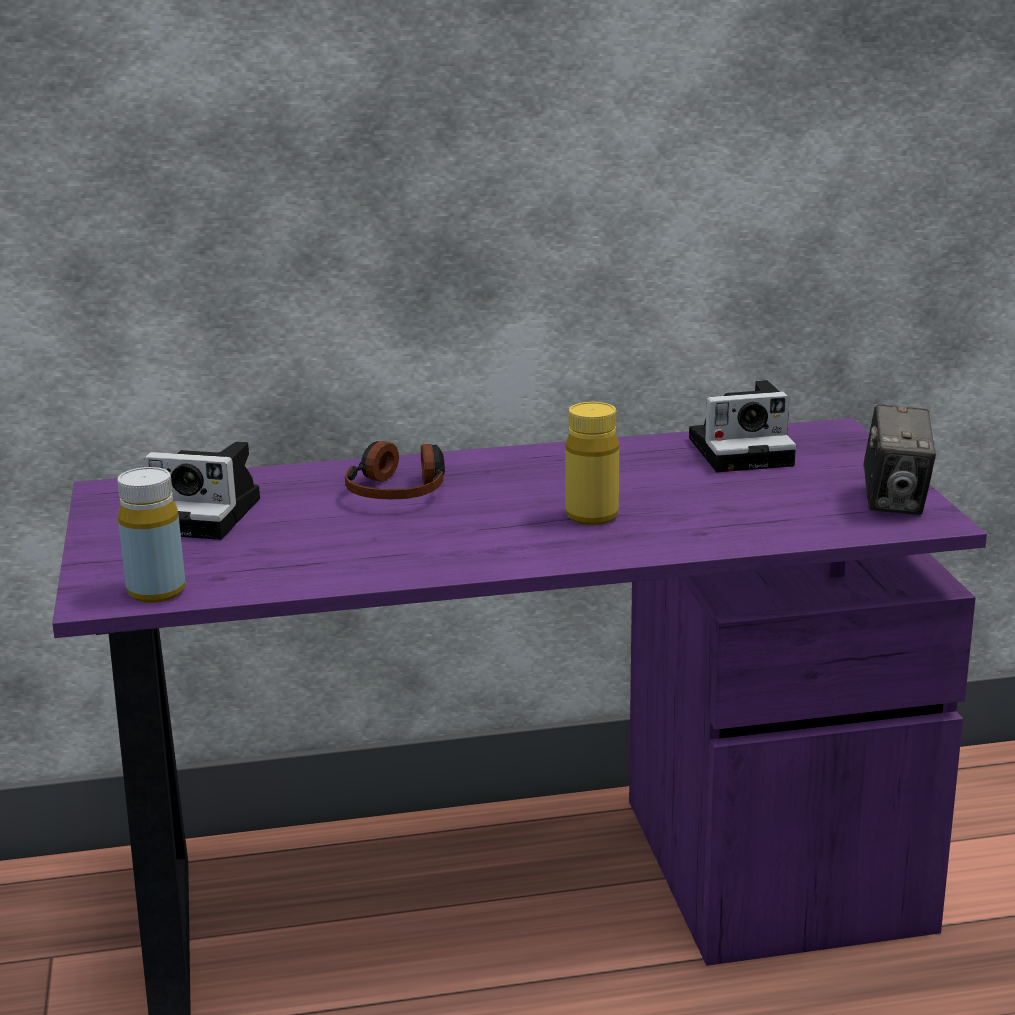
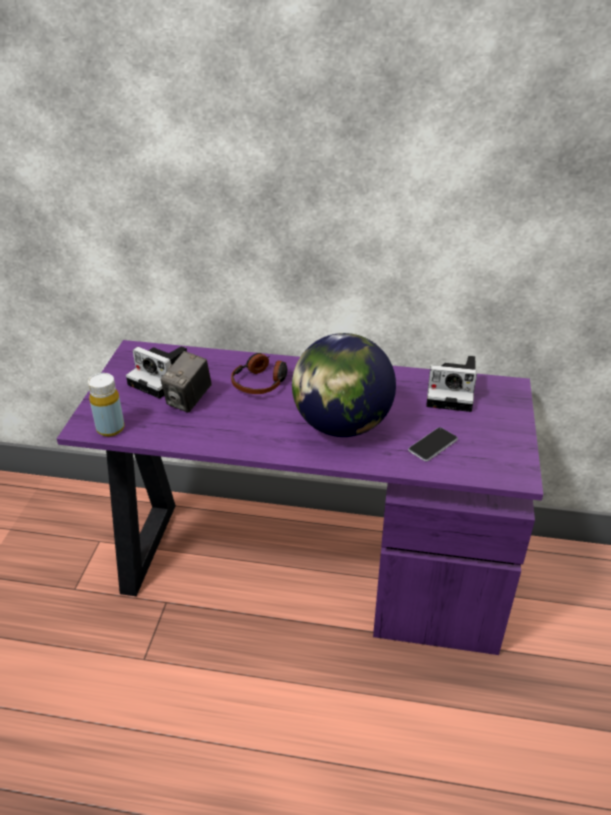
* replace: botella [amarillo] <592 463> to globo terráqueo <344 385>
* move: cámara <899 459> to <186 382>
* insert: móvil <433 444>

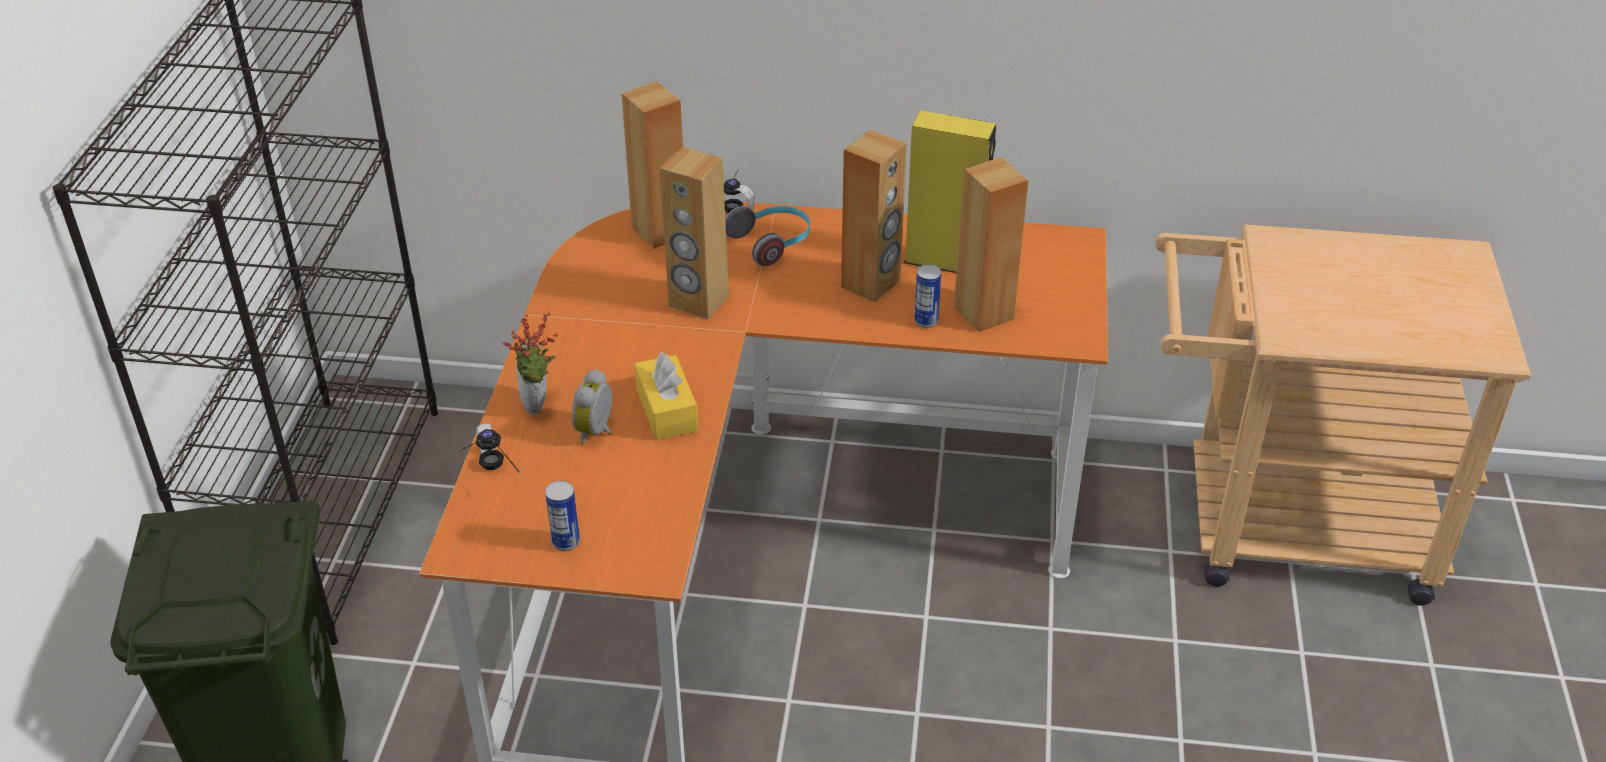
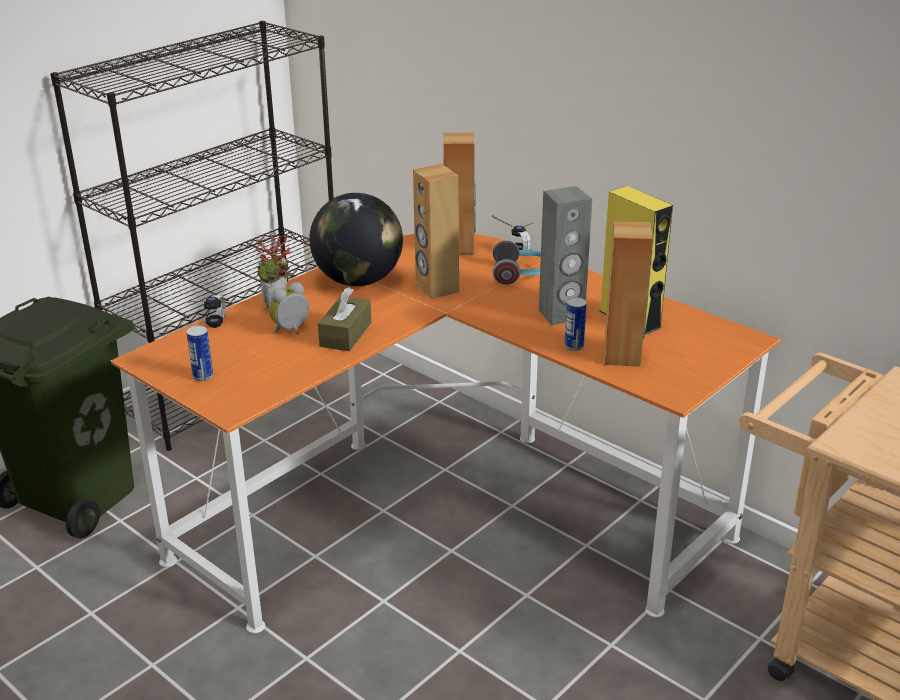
* recolor: altavoz [marrón] <874 216> to altavoz [gris] <565 255>
* recolor: caja de pañuelos [amarillo] <666 395> to caja de pañuelos [marrón] <344 319>
* insert: globo terráqueo <356 239>

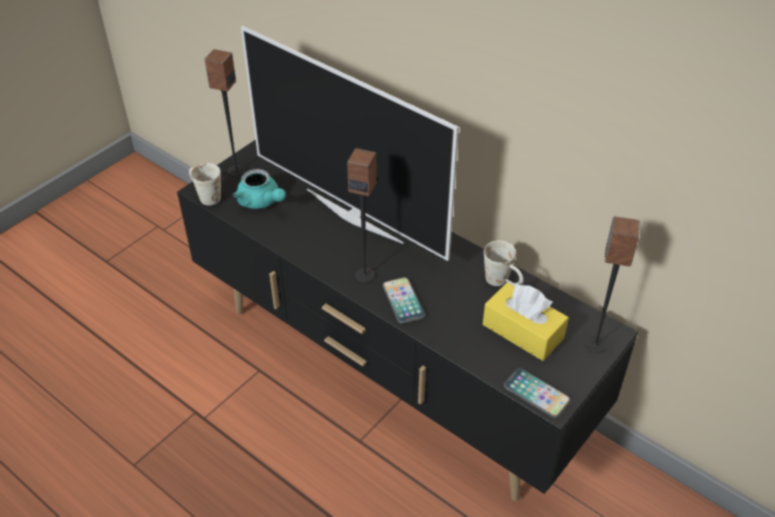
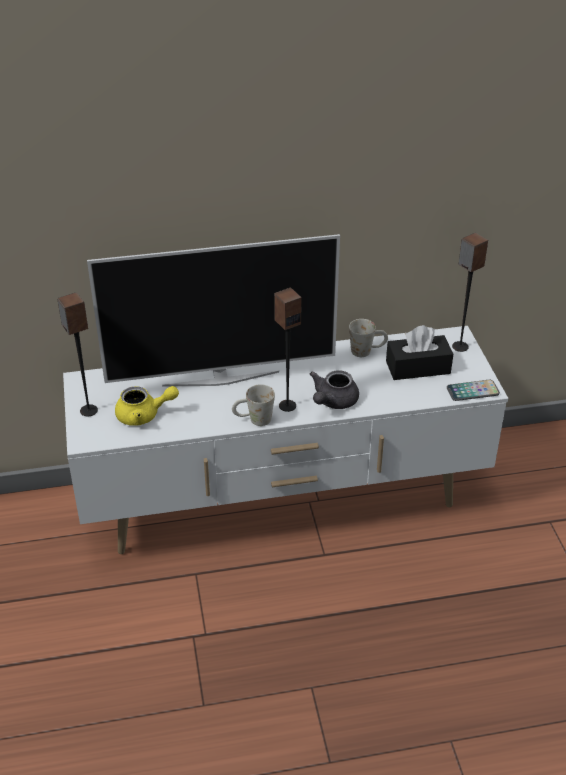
* recolor: mueble de televisión [negro] <407 320> to mueble de televisión [blanco] <285 440>
* move: taza grande [blanco] <205 184> to <253 405>
* recolor: tetera [turquesa] <259 189> to tetera [amarillo] <147 406>
* replace: móvil <403 300> to tetera [gris] <334 389>
* recolor: caja de pañuelos [amarillo] <526 322> to caja de pañuelos [negro] <419 352>

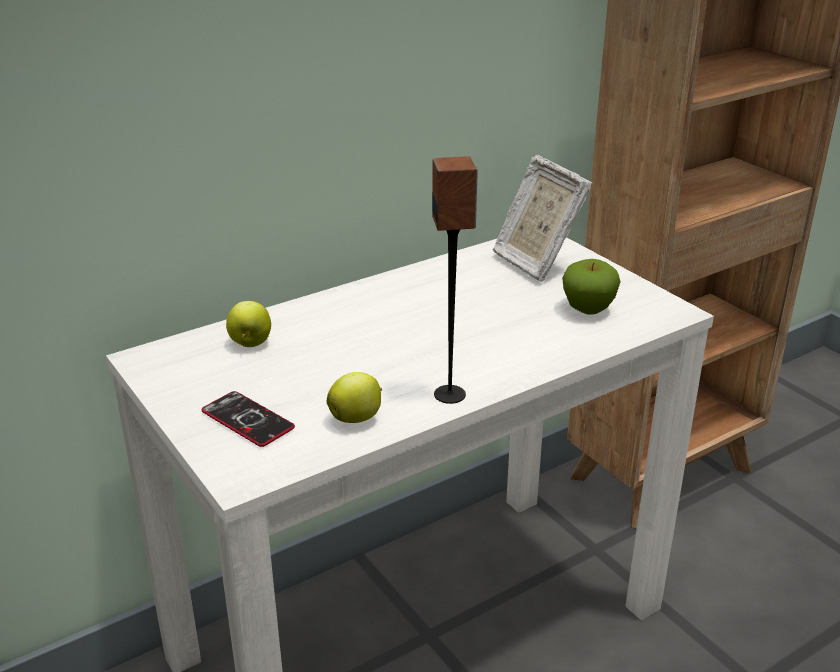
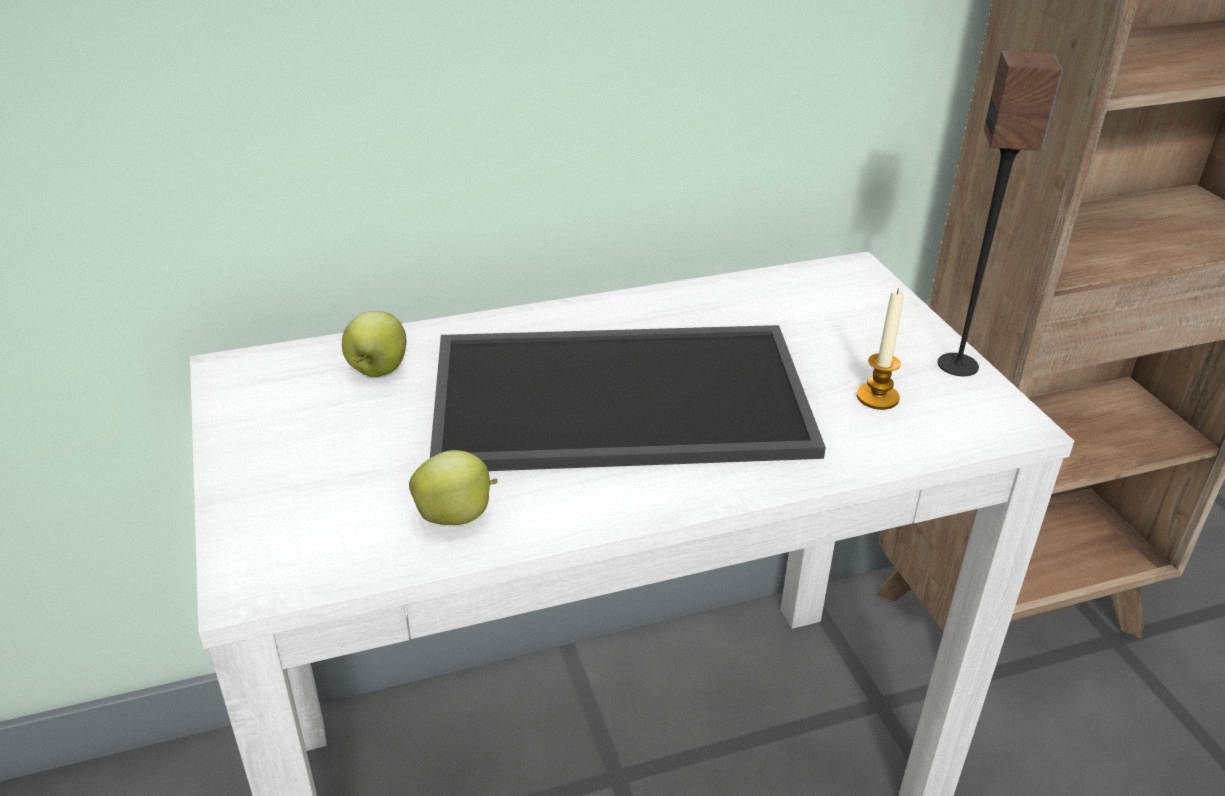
* delete: portarretratos <542 218>
* move: altavoz <455 280> to <1000 213>
* replace: manzana <591 287> to vela <880 349>
* delete: móvil <248 419>
* insert: bandeja <628 398>

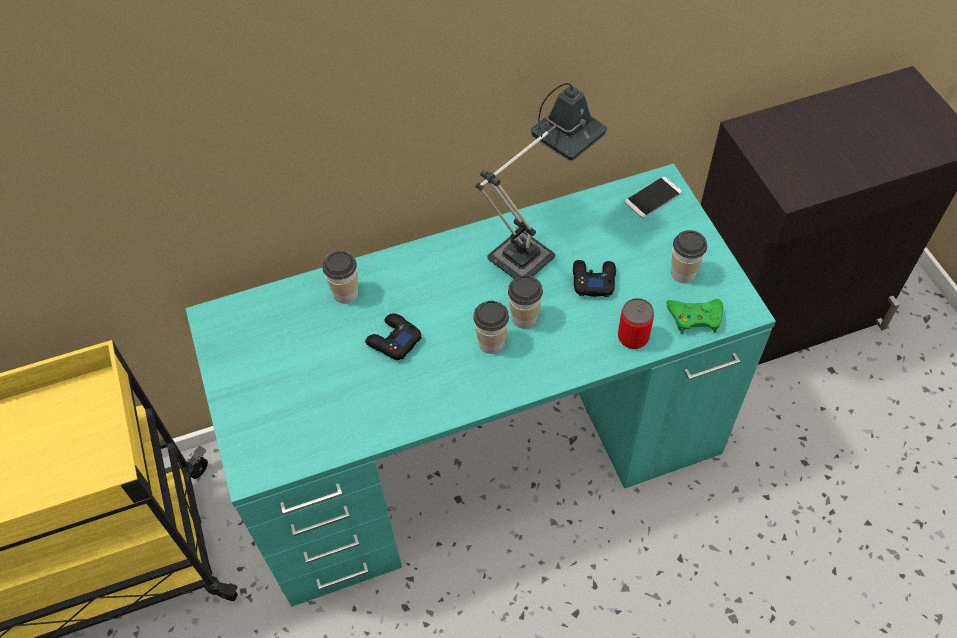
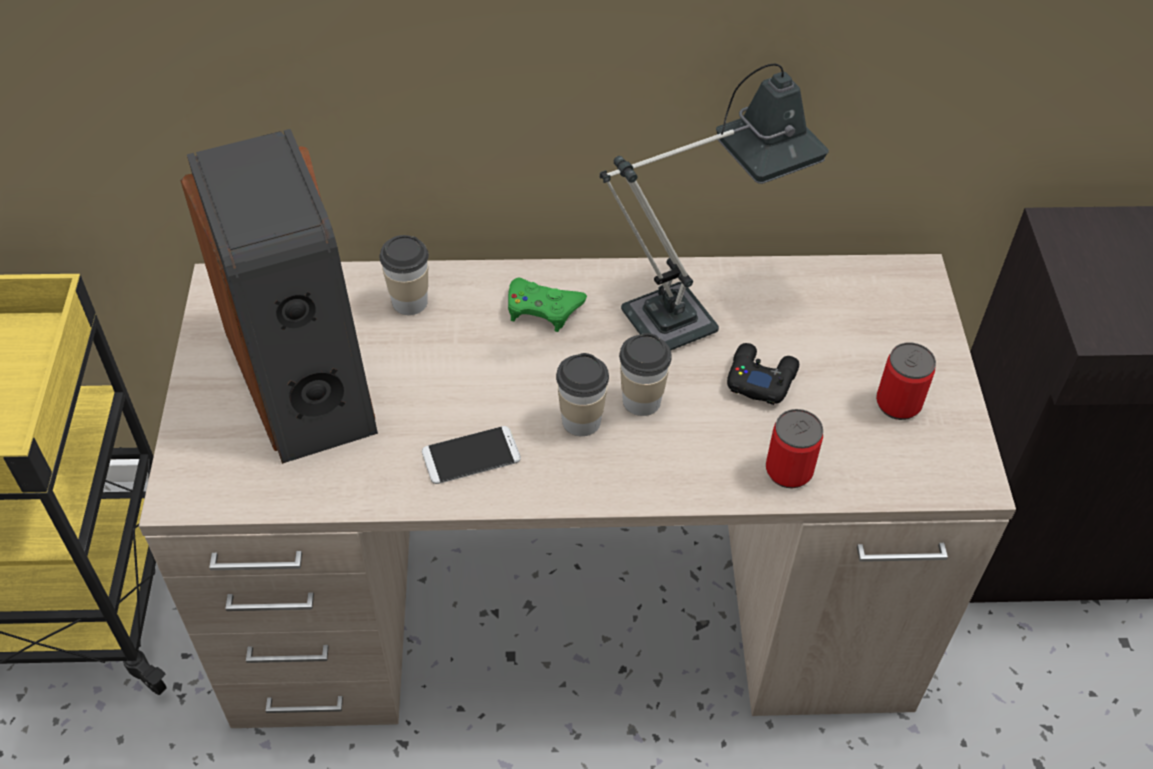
* recolor: escritorio [turquesa] <480 385> to escritorio [beis] <577 491>
* move: móvil <653 197> to <471 455>
* replace: taza <689 256> to lata <906 381>
* move: mando de consola [verde] <694 316> to <547 305>
* delete: mando de consola [negro] <393 336>
* insert: altavoz <279 296>

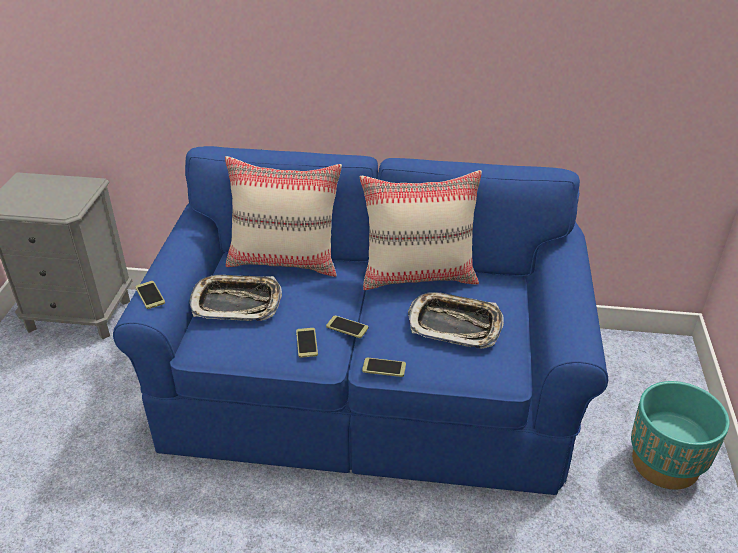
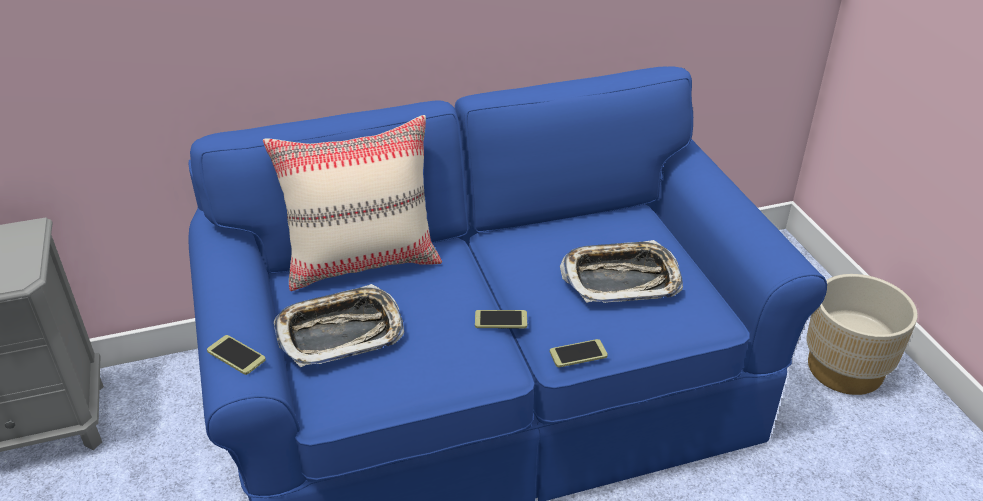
* delete: cojín [beis] <421 230>
* delete: móvil <307 343>
* recolor: maceta [turquesa] <680 435> to maceta [beis] <862 334>

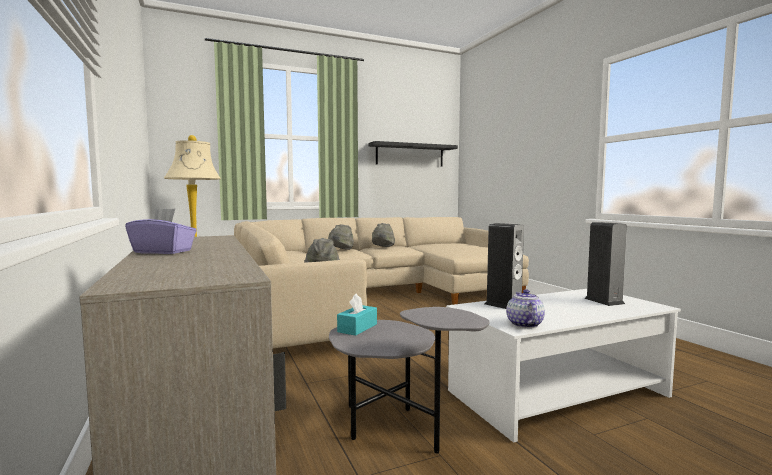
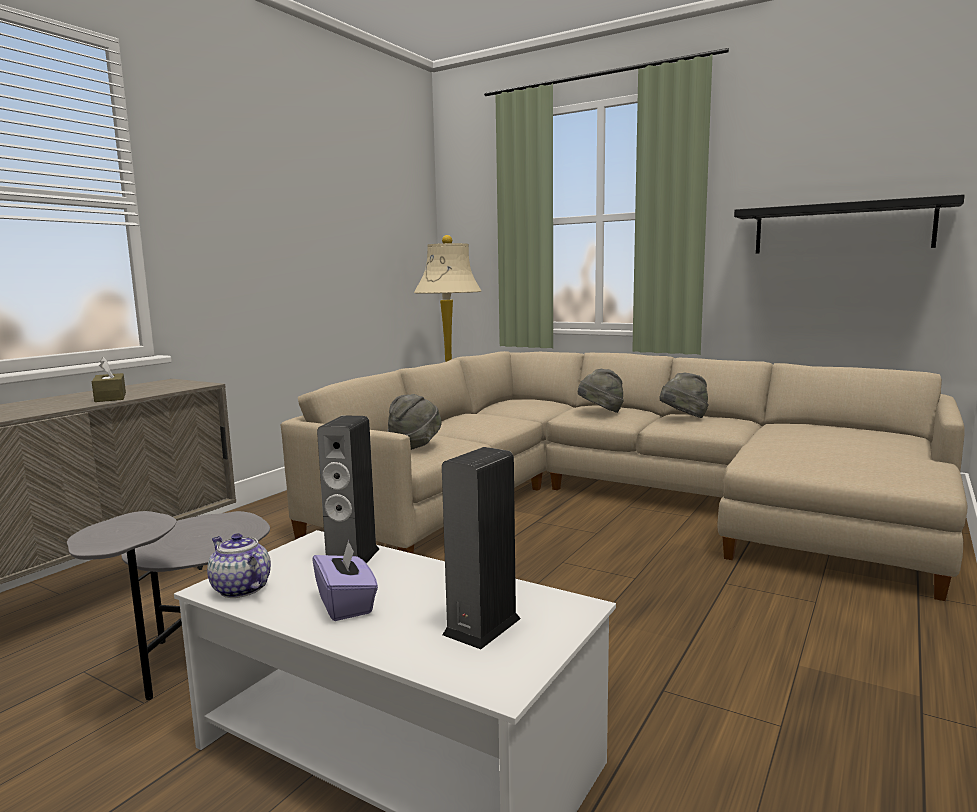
* move: caja de pañuelos [morado] <161 231> to <345 580>
* rotate: tetera <525 308> = <239 565> 105 degrees counterclockwise
* delete: caja de pañuelos [turquesa] <357 314>
* insert: caja de pañuelos [marrón] <109 379>

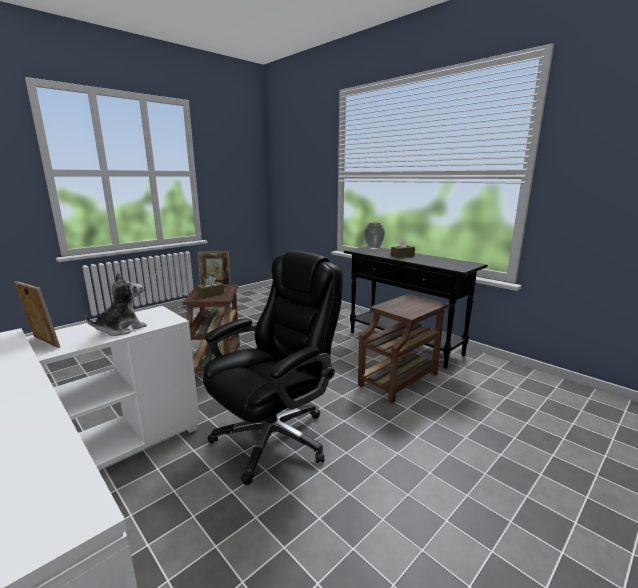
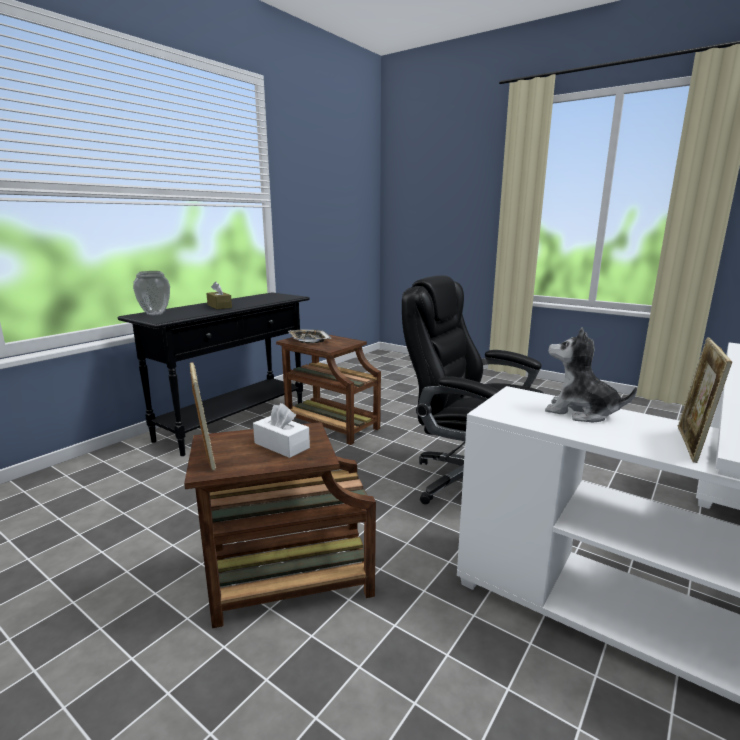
* recolor: caja de pañuelos [marrón] <210 287> to caja de pañuelos [blanco] <281 430>
* insert: bandeja <309 336>

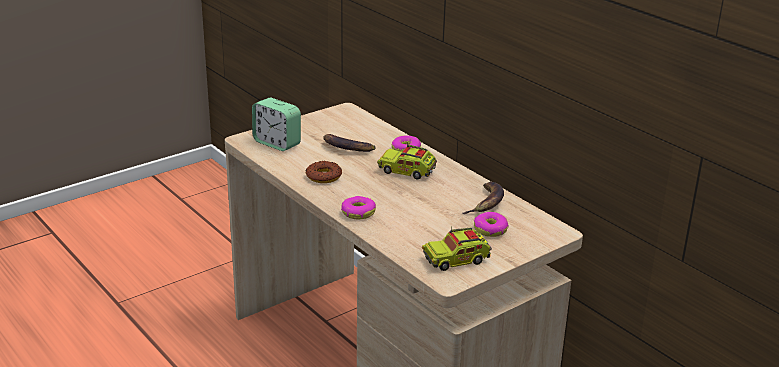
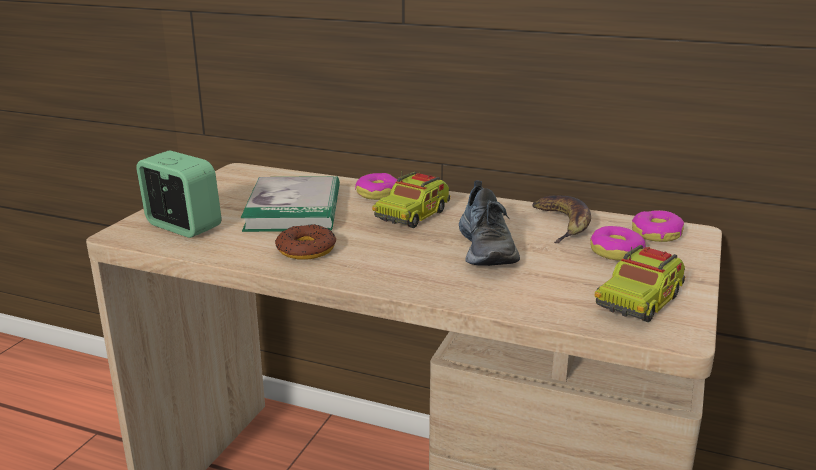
* rotate: despertador <276 124> = <179 194> 150 degrees counterclockwise
* replace: plátano <349 143> to libro <290 204>
* rotate: camión de juguete <407 160> = <411 200> 45 degrees counterclockwise
* move: rosquilla <358 207> to <658 226>
* insert: zapato <489 223>

